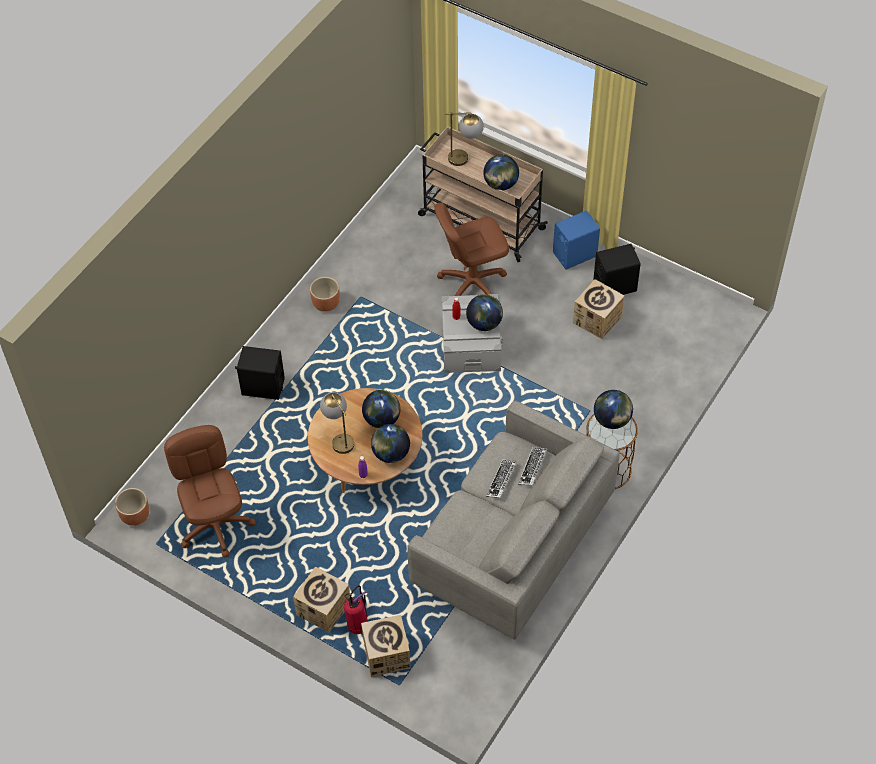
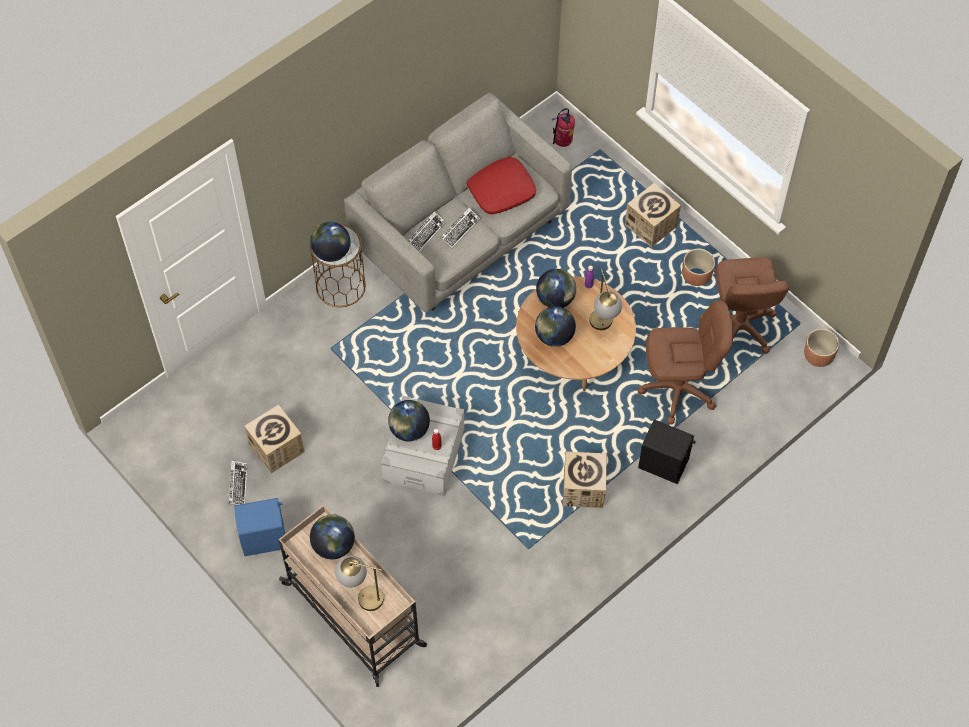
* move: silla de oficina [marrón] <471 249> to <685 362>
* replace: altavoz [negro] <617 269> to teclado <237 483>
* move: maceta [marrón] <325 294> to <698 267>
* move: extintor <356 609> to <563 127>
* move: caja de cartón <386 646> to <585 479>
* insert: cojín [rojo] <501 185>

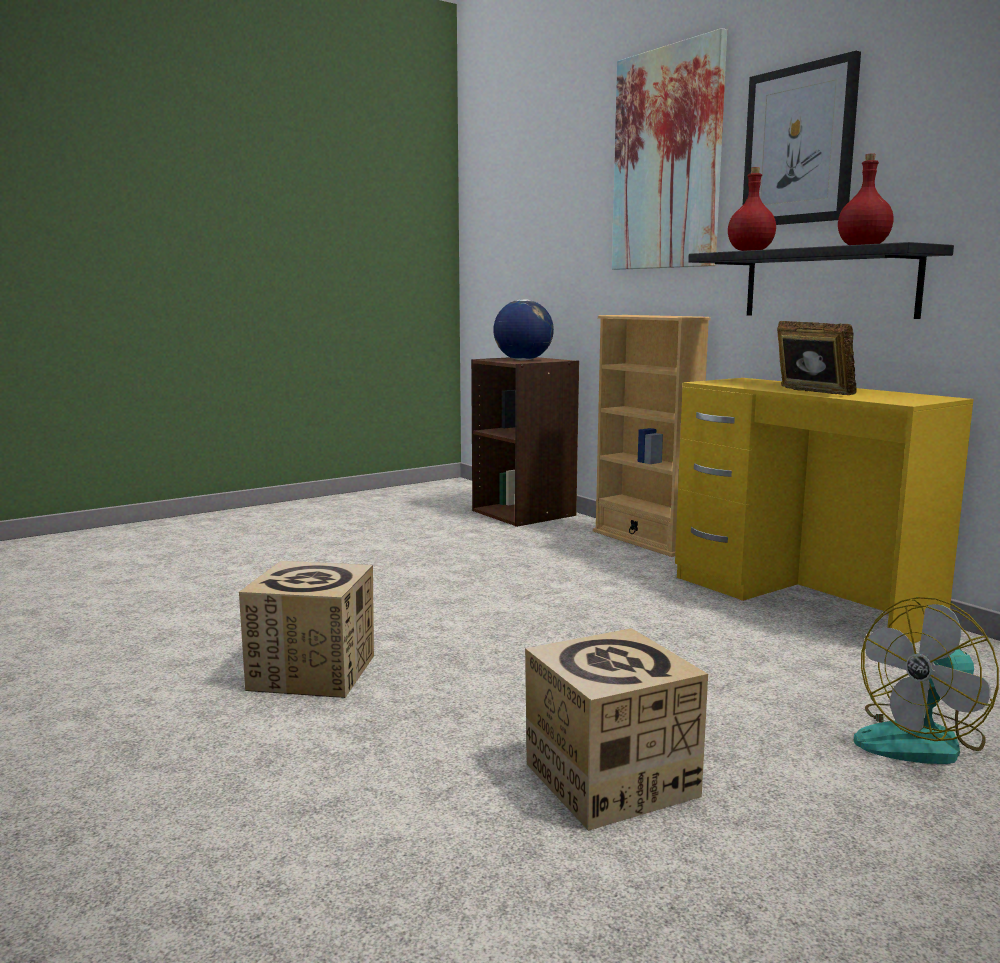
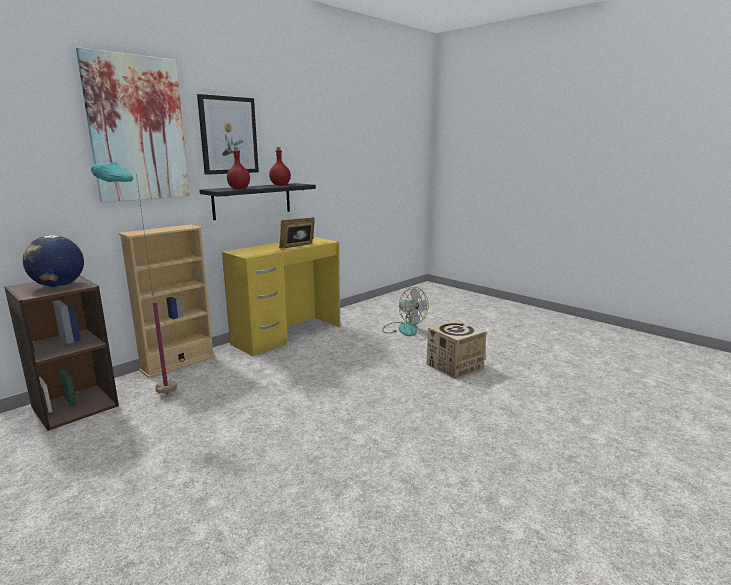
* delete: caja de cartón <306 629>
* insert: lámpara de pie [turquesa] <134 278>

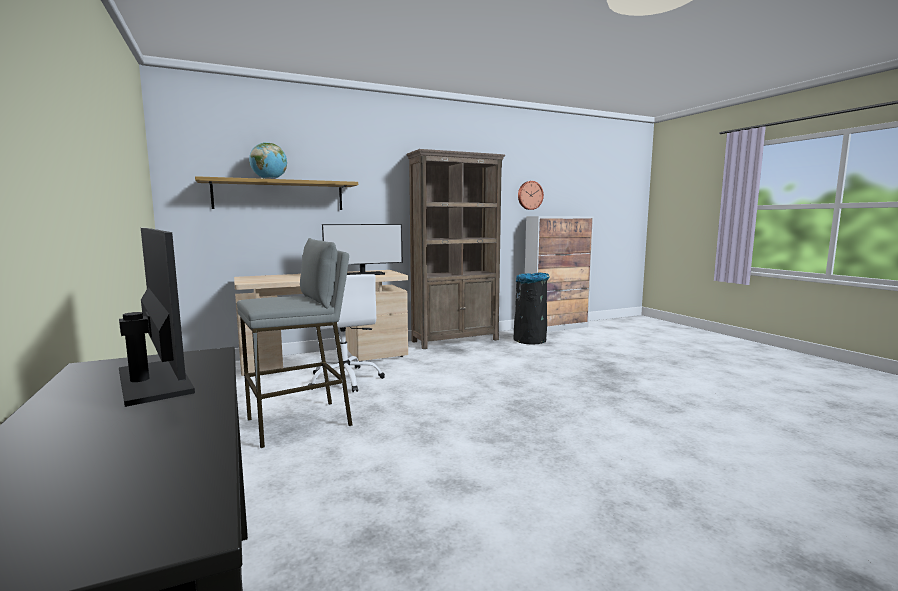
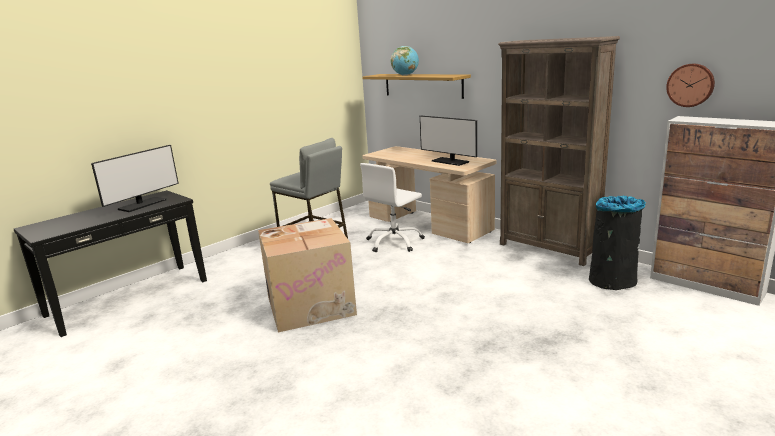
* insert: caja de cartón <307 275>

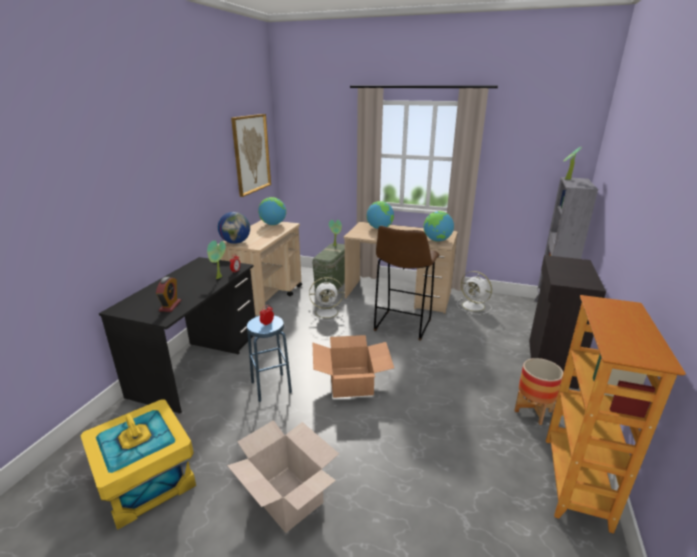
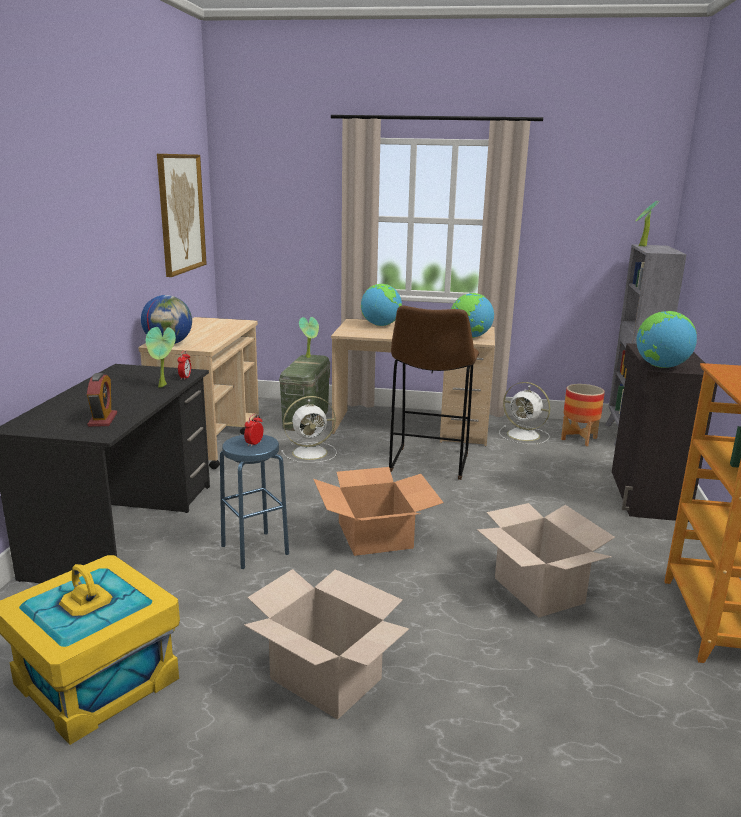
* move: globo terráqueo <272 211> to <666 339>
* move: maceta <538 391> to <583 415>
* insert: caja de cartón <546 560>

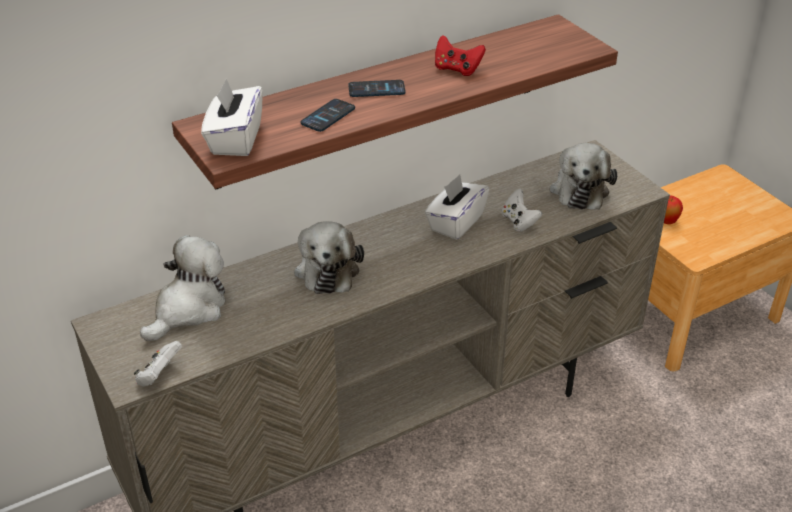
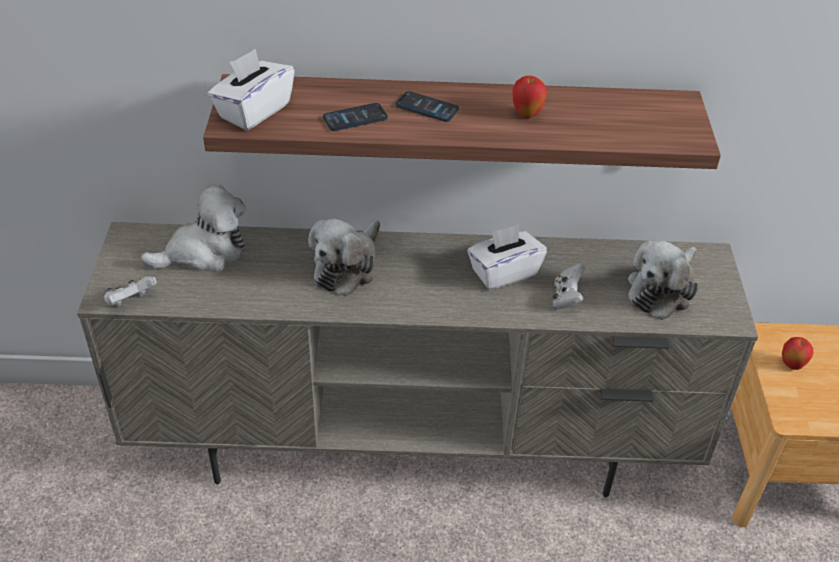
* replace: mando de consola [rojo] <460 55> to manzana <529 97>

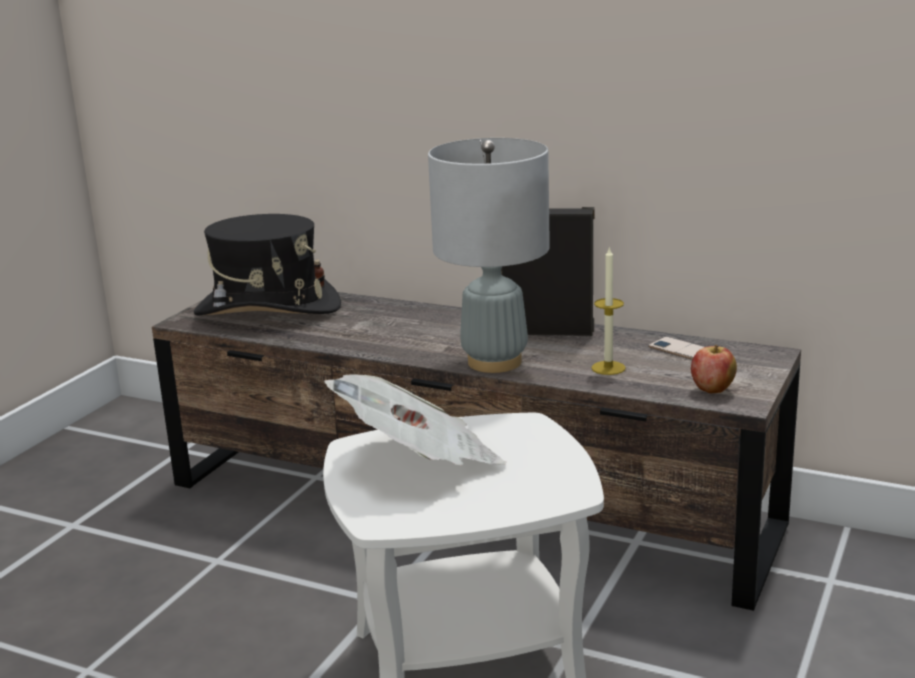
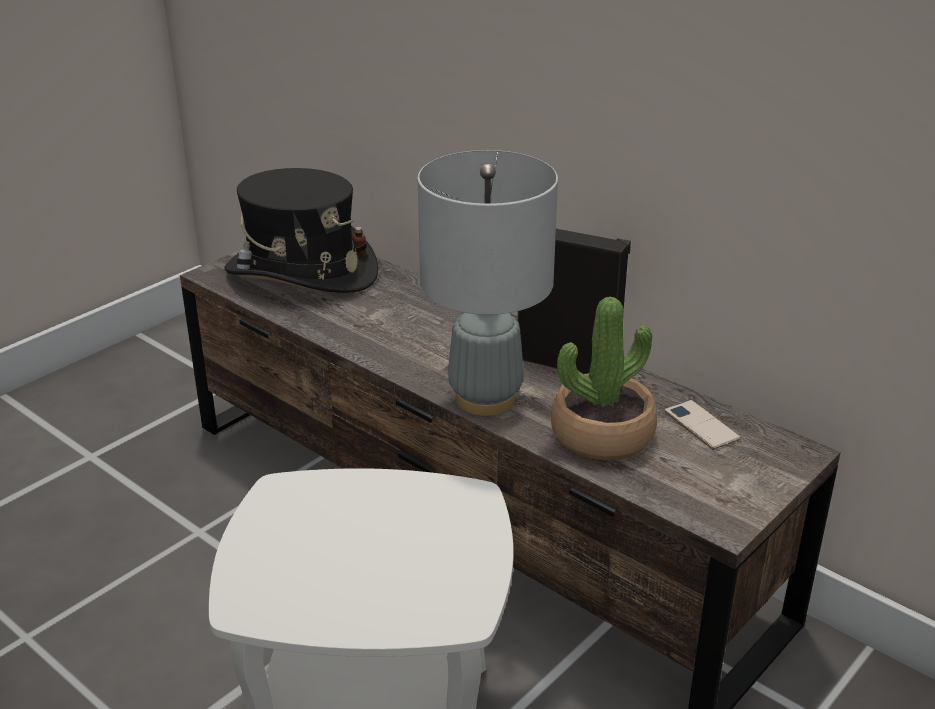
* replace: vela <608 310> to planta en maceta <604 378>
* delete: manzana <714 369>
* delete: periódico <415 420>

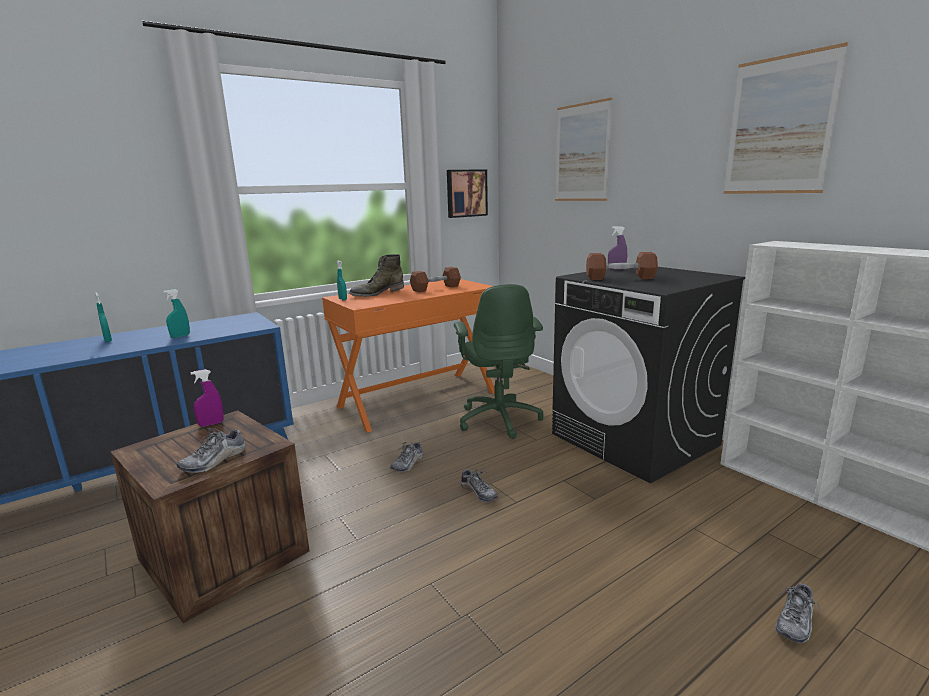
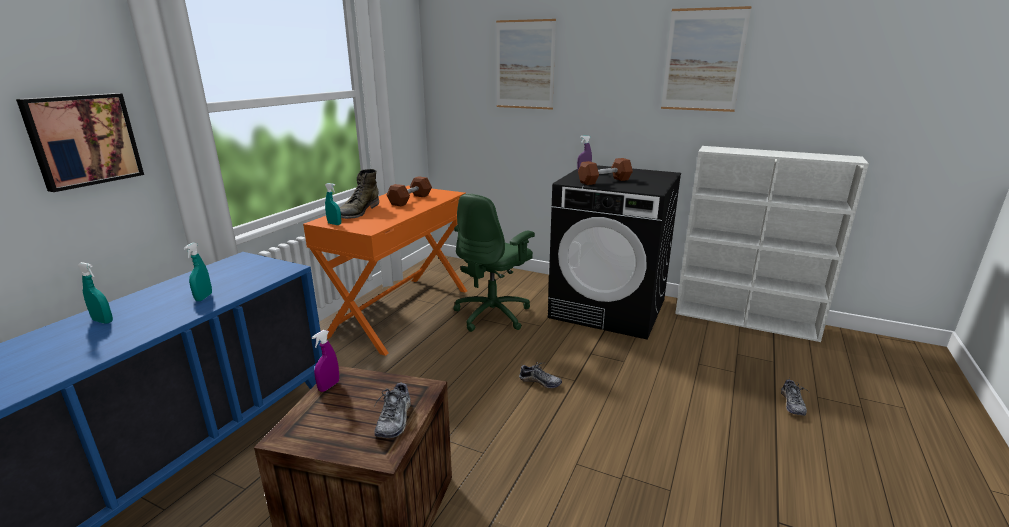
* move: cuadro <467 194> to <80 142>
* rotate: silla de oficina [verde] <498 361> = <494 263> 75 degrees clockwise
* delete: zapato <406 457>

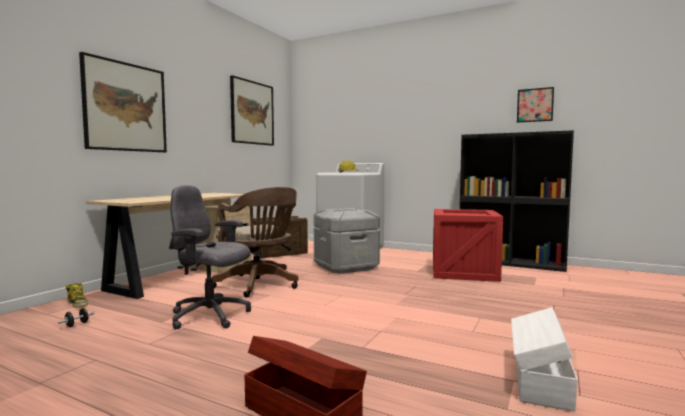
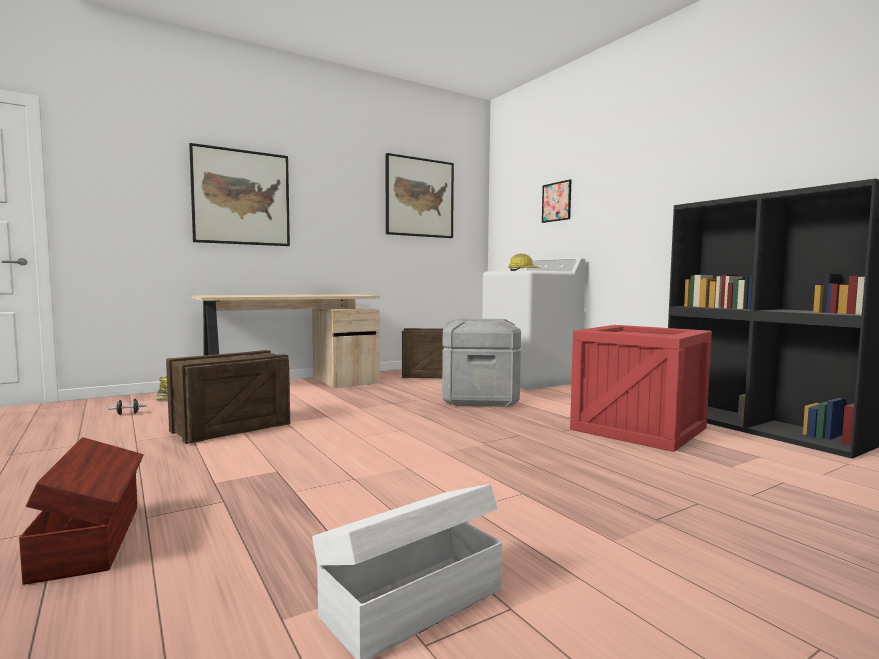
* move: cuadro <535 105> to <556 201>
* replace: silla de oficina [gris] <210 257> to caja de embalaje <228 397>
* delete: silla de oficina [marrón] <255 242>

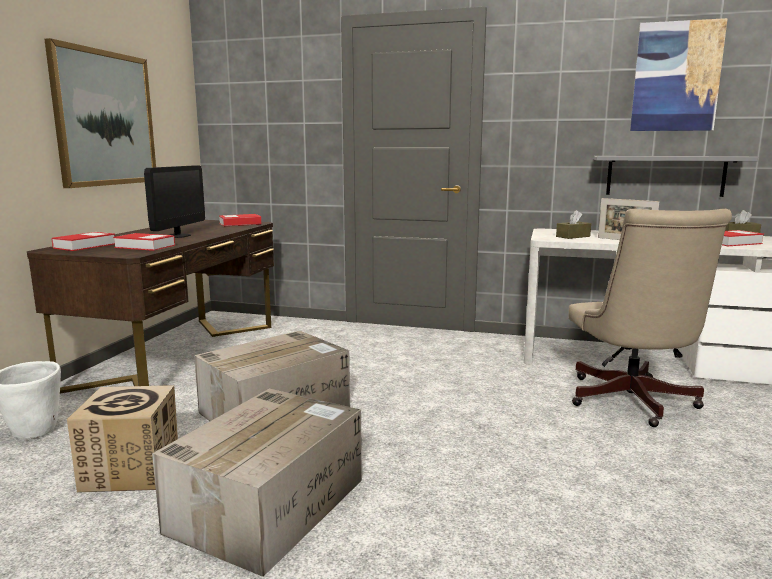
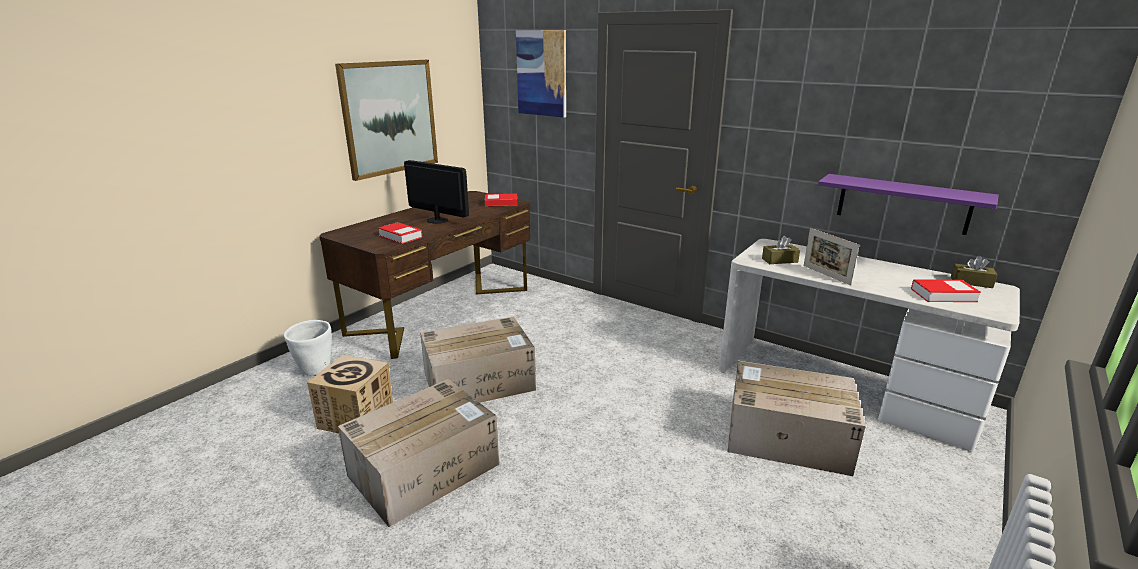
* move: cuadro <679 74> to <541 74>
* recolor: estante [gris] <676 176> to estante [morado] <908 204>
* rotate: monitor <174 201> = <436 192> 90 degrees counterclockwise
* replace: silla de oficina [beis] <650 318> to caja de cartón <797 418>
* delete: libro <83 241>

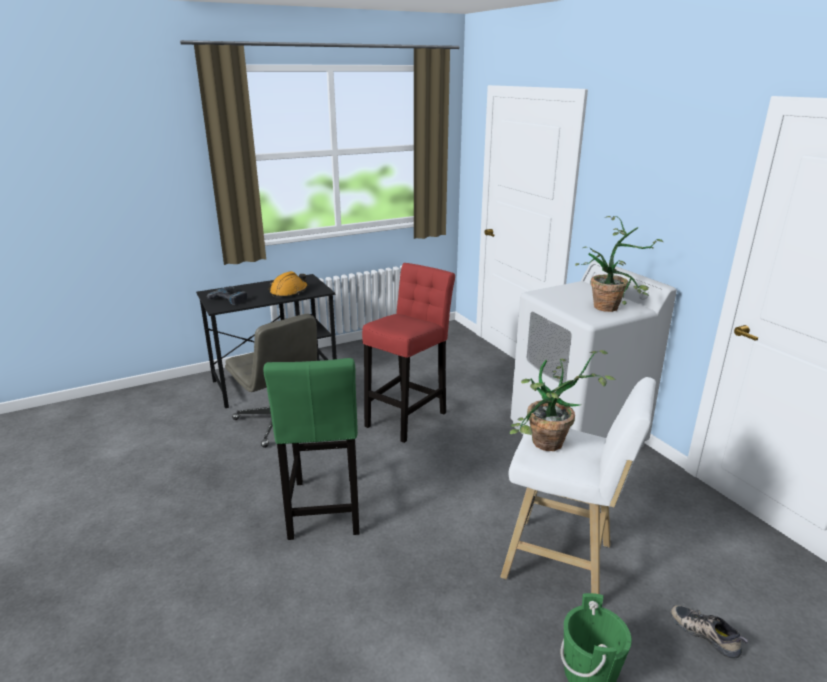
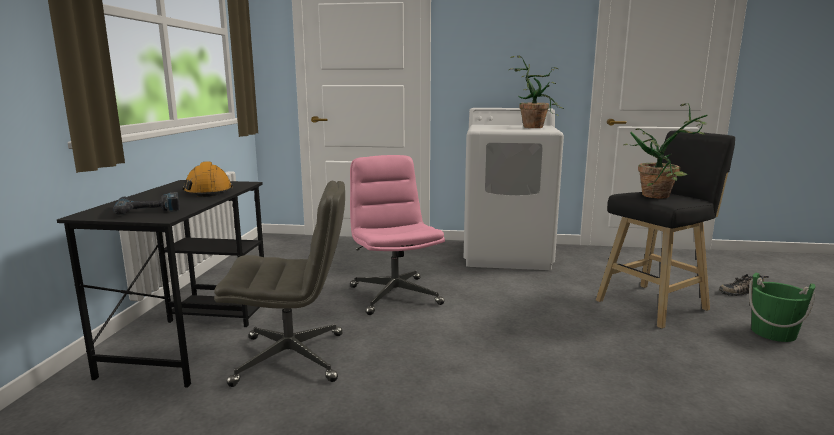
* replace: taburete [rojo] <408 353> to silla de oficina [rosa] <397 235>
* delete: taburete [verde] <311 449>
* recolor: taburete [blanco] <578 485> to taburete [negro] <665 230>

